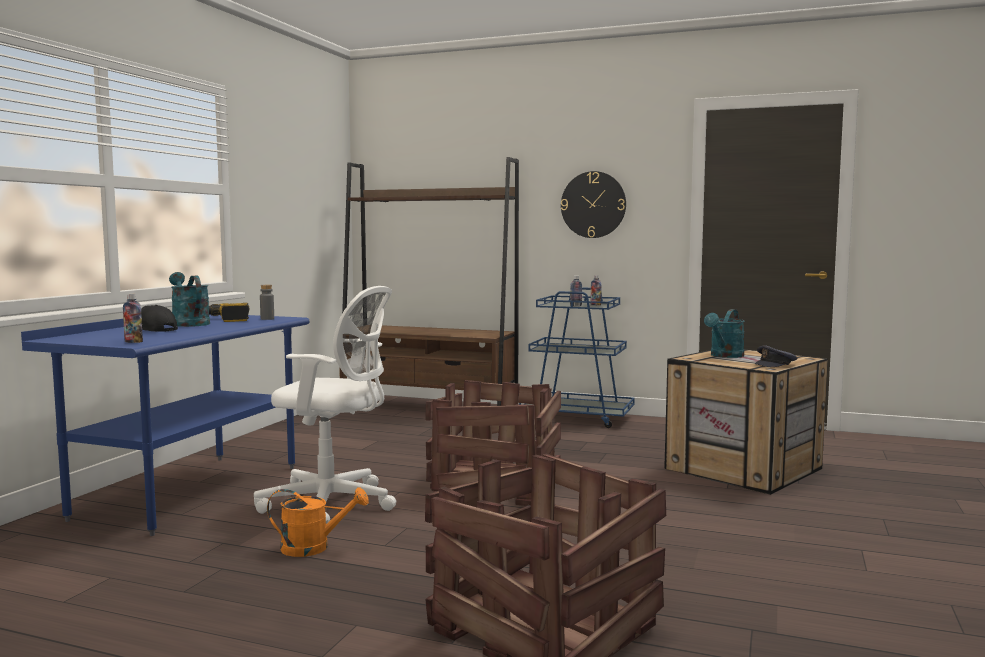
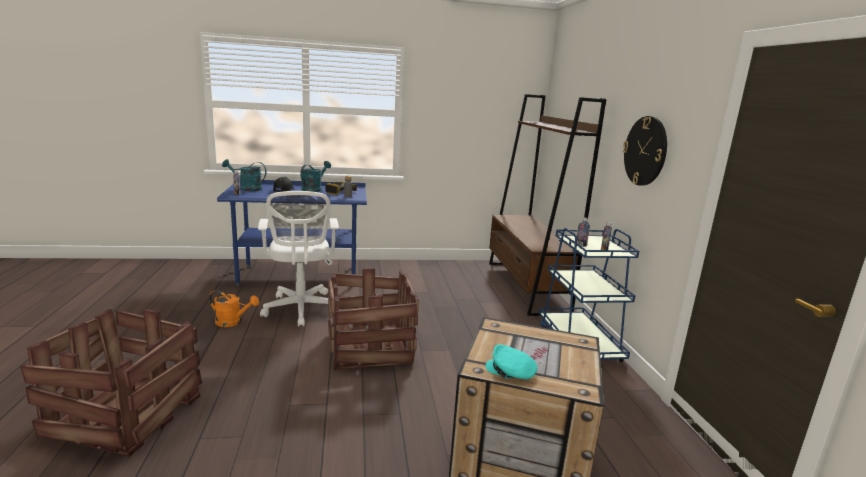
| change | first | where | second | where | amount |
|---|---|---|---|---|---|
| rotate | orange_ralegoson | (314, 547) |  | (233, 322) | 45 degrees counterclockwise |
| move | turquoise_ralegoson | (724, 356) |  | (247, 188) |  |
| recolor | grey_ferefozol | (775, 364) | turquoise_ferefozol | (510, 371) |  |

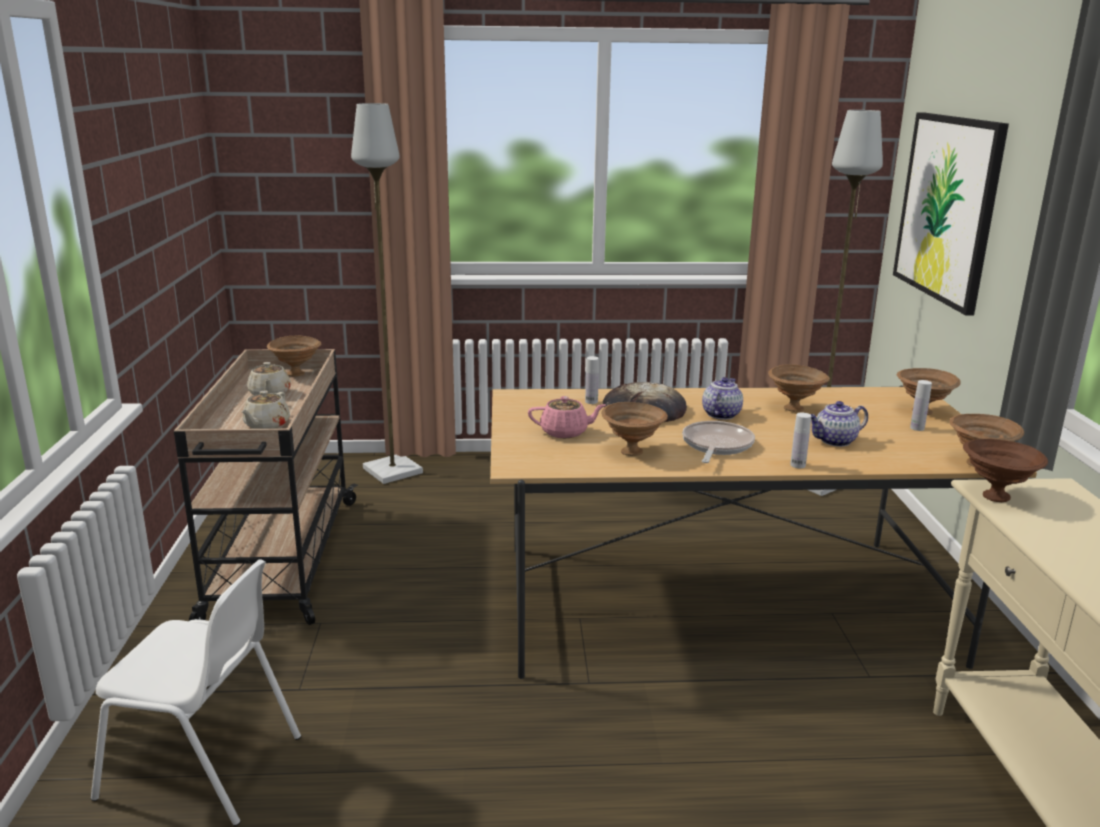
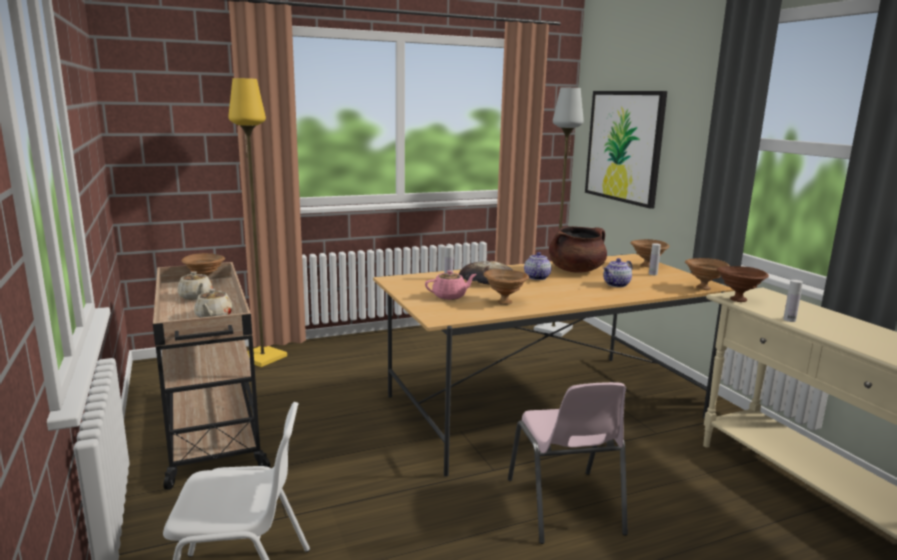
| change | first | where | second | where | amount |
|---|---|---|---|---|---|
| recolor | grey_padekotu | (391, 471) | yellow_padekotu | (261, 357) |  |
| insert |  |  | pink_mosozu | (565, 507) |  |
| replace | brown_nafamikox | (795, 409) | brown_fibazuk | (576, 270) |  |
| move | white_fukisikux | (798, 465) |  | (789, 320) |  |
| delete | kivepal | (716, 446) |  |  |  |

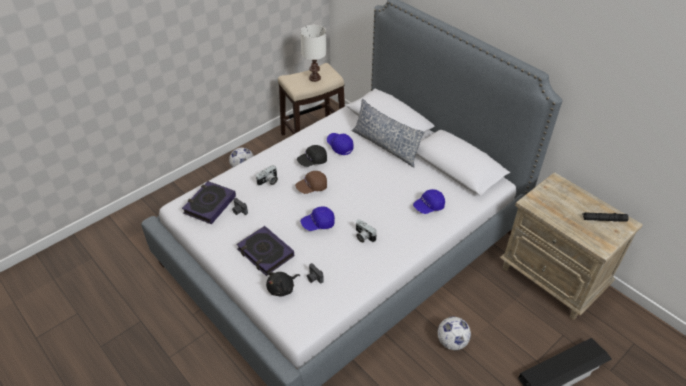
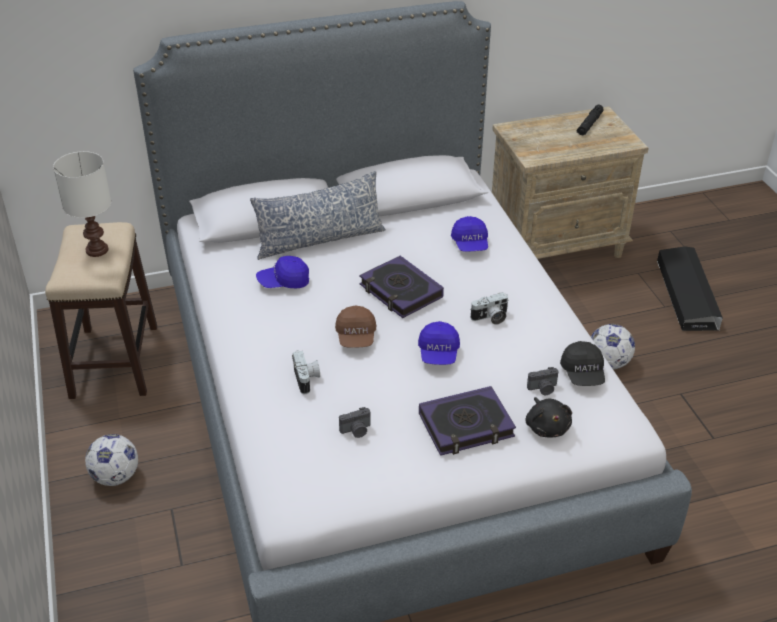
| change | first | where | second | where | amount |
|---|---|---|---|---|---|
| move | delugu | (209, 205) |  | (400, 291) |  |
| move | black_ferefozol | (312, 161) |  | (583, 373) |  |

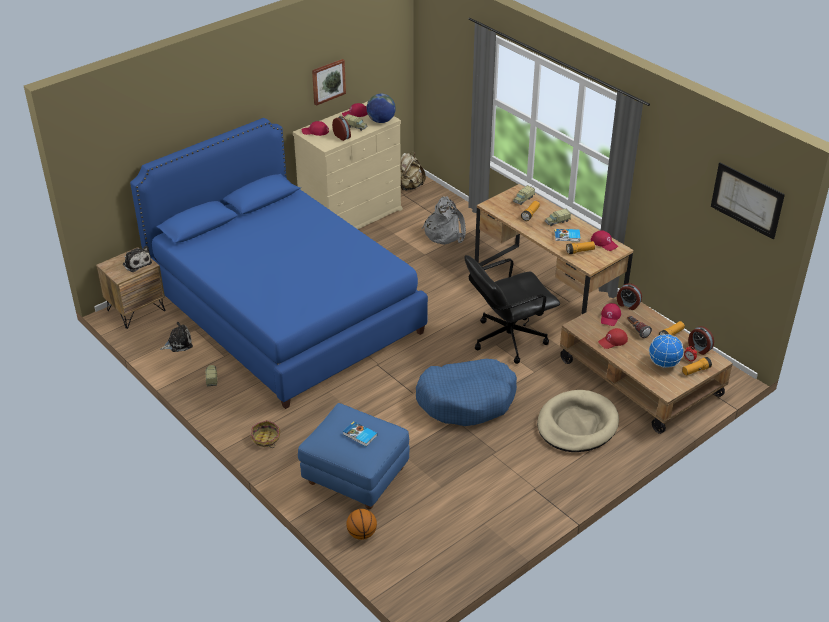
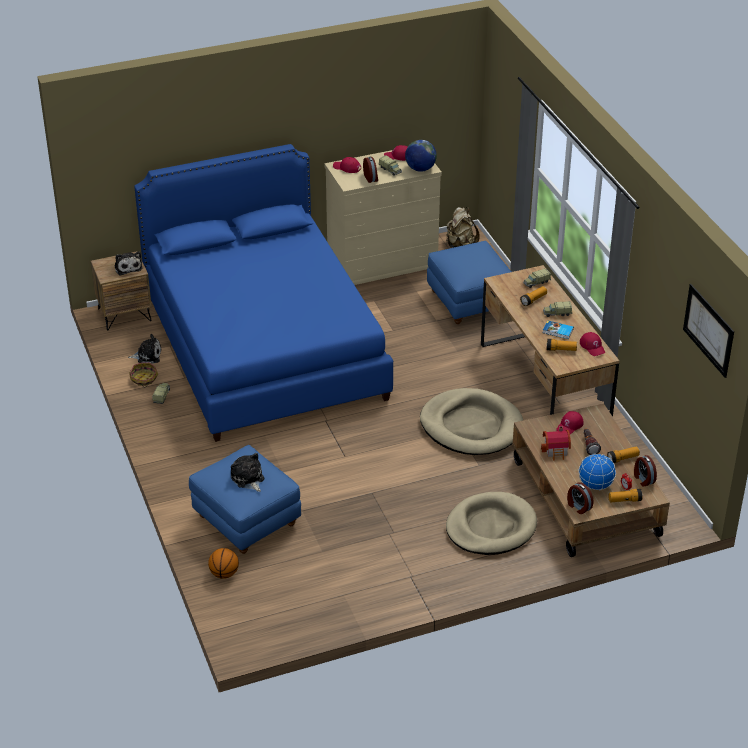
| change | first | where | second | where | amount |
|---|---|---|---|---|---|
| move | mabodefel | (265, 439) |  | (143, 379) |  |
| replace | delugu | (359, 435) | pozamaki | (248, 479) |  |
| replace | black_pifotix | (507, 339) | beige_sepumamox | (471, 426) |  |
| replace | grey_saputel | (444, 233) | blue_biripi | (470, 302) |  |
| replace | red_ferefozol | (613, 341) | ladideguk | (556, 450) |  |
| move | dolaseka | (627, 305) |  | (578, 507) |  |
| delete | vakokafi | (328, 81) |  |  |  |
| delete | blue_sepumamox | (467, 400) |  |  |  |

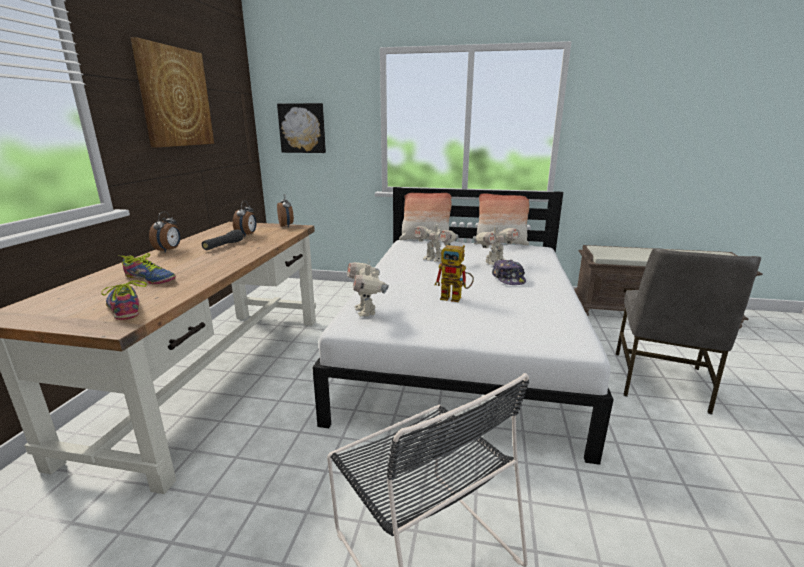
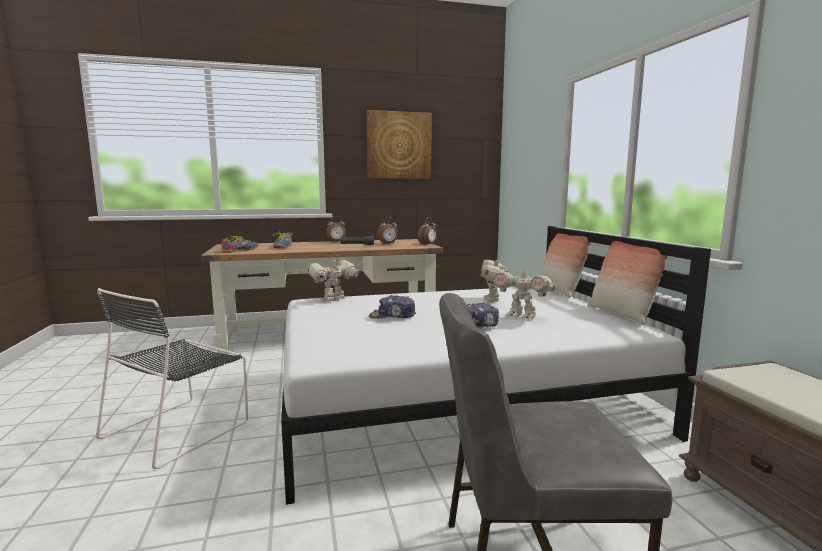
| change | first | where | second | where | amount |
|---|---|---|---|---|---|
| replace | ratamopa | (456, 298) | ferefozol | (392, 316) |  |
| delete | vakokafi | (302, 128) |  |  |  |

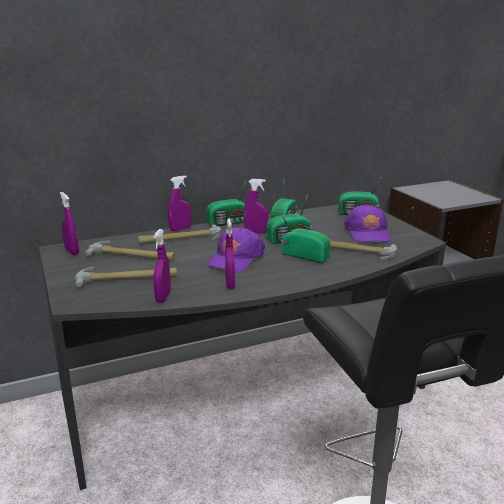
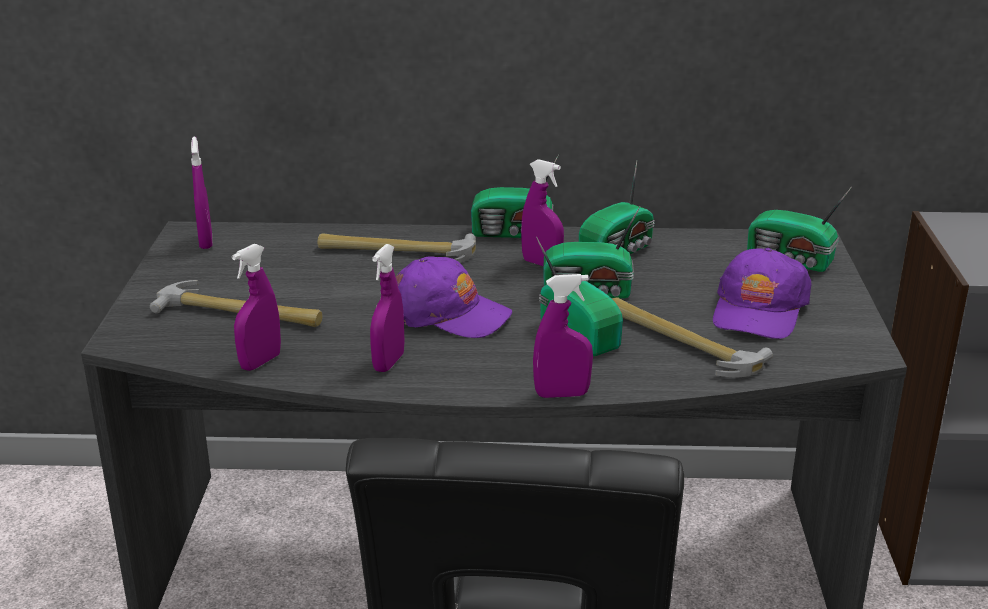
| change | first | where | second | where | amount |
|---|---|---|---|---|---|
| rotate | purple_ferefozol | (235, 259) |  | (448, 313) | 120 degrees counterclockwise |
| move | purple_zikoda | (180, 229) |  | (561, 394) |  |
| delete | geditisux | (131, 256) |  |  |  |

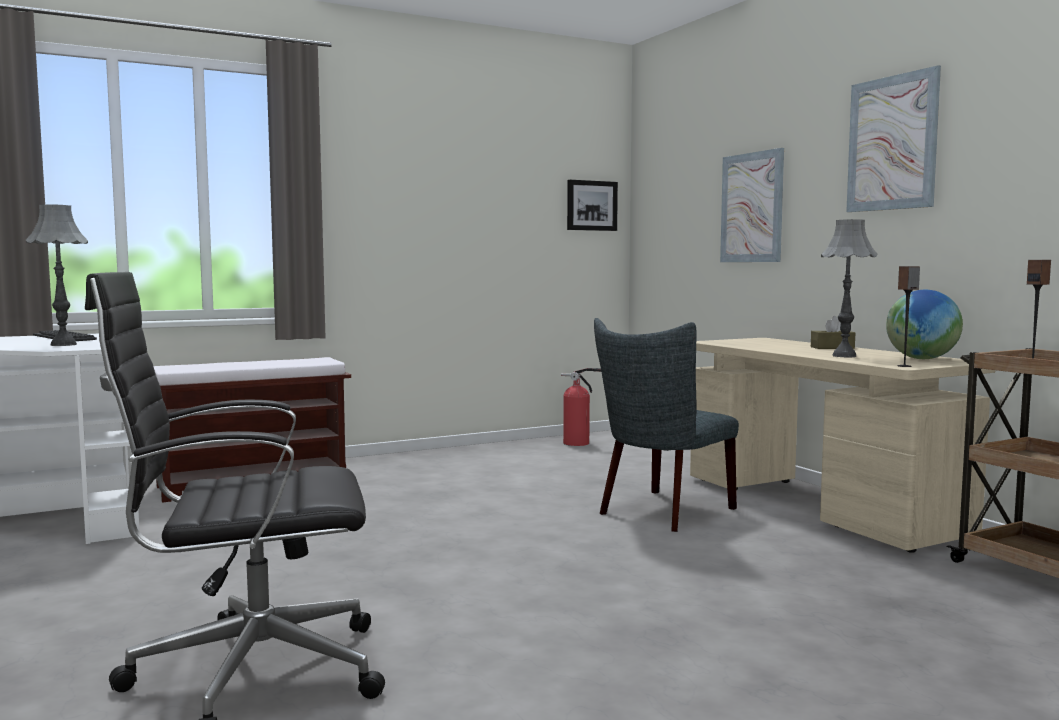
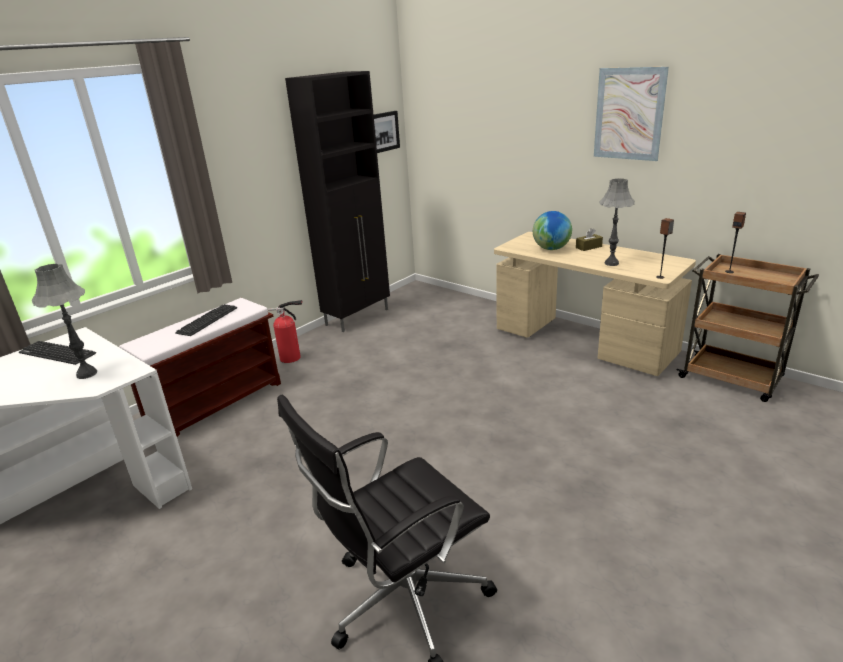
| change | first | where | second | where | amount |
|---|---|---|---|---|---|
| insert |  |  | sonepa | (207, 320) |  |
| move | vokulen | (579, 443) |  | (292, 358) |  |
| insert |  |  | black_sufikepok | (358, 317) |  |
| move | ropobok | (922, 359) |  | (551, 249) |  |
| delete | grey_mosozu | (661, 512) |  |  |  |
| delete | vakokafi | (751, 207) |  |  |  |

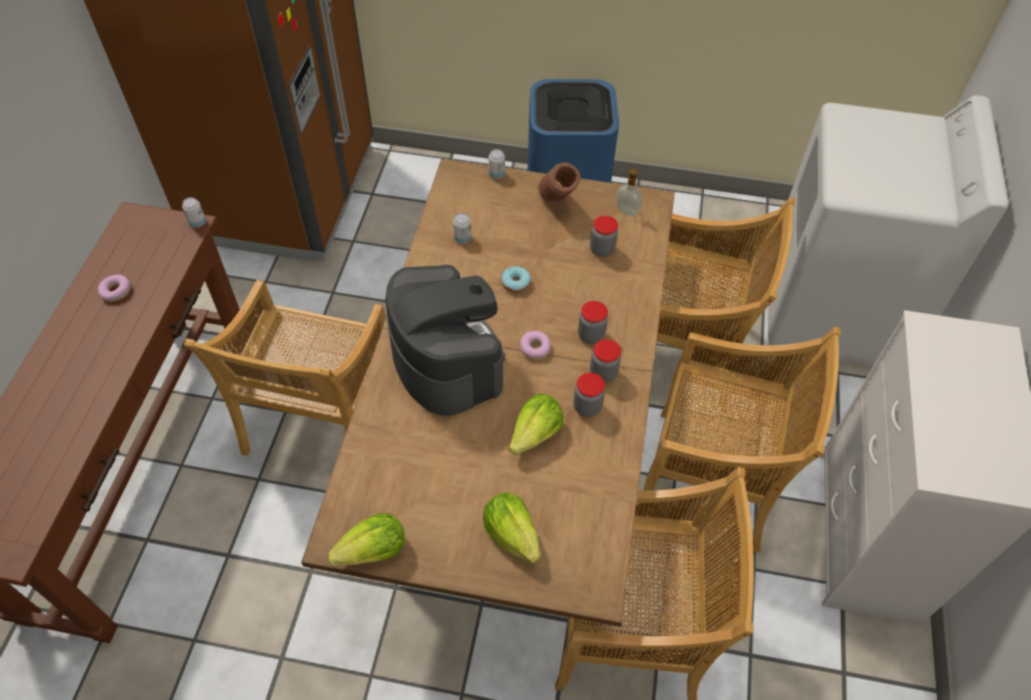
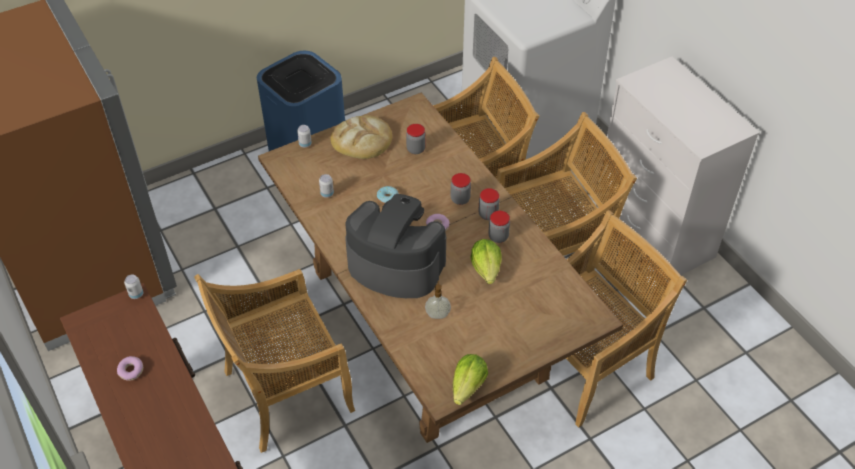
| change | first | where | second | where | amount |
|---|---|---|---|---|---|
| rotate | beige_mosozu | (320, 421) |  | (286, 393) | 90 degrees clockwise |
| replace | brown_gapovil | (557, 205) | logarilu | (362, 140) |  |
| move | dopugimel | (627, 210) |  | (437, 314) |  |
| delete | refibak | (512, 534) |  |  |  |

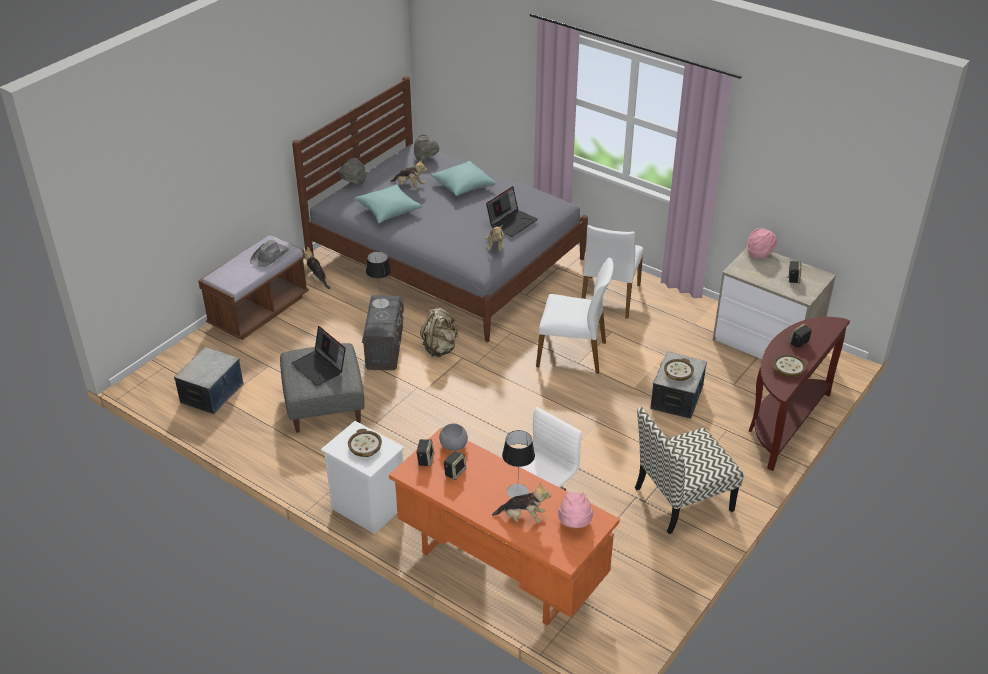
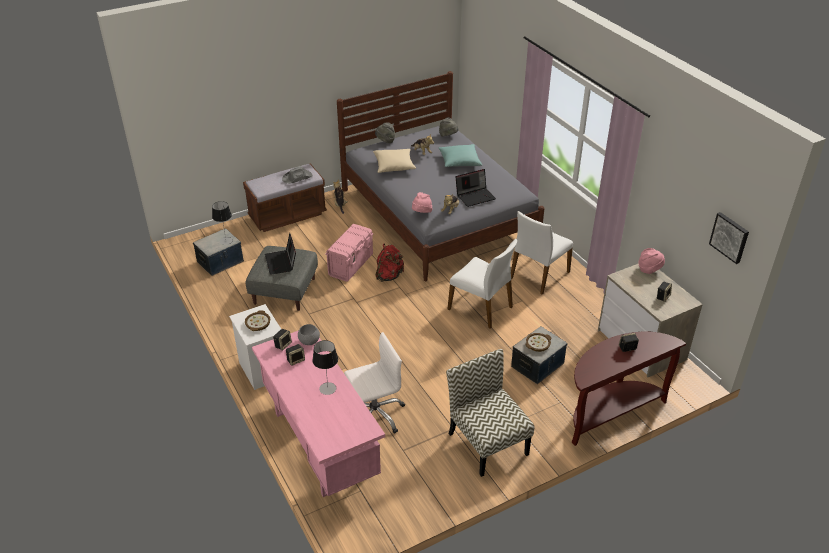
| change | first | where | second | where | amount |
|---|---|---|---|---|---|
| move | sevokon | (381, 303) |  | (226, 241) |  |
| recolor | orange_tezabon | (500, 568) | pink_tezabon | (319, 444) |  |
| recolor | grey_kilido | (385, 348) | pink_kilido | (351, 265) |  |
| recolor | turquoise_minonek | (388, 210) | beige_minonek | (394, 166) |  |
| recolor | beige_saputel | (440, 348) | red_saputel | (389, 276) |  |
| move | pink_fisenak | (575, 523) |  | (421, 213) |  |
| rotate | mosozu | (682, 500) |  | (487, 443) | 60 degrees clockwise |
| insert |  |  | vakokafi | (730, 237) |  |
| delete | pozamaki | (522, 517) |  |  |  |
| delete | nafamikox | (789, 369) |  |  |  |

